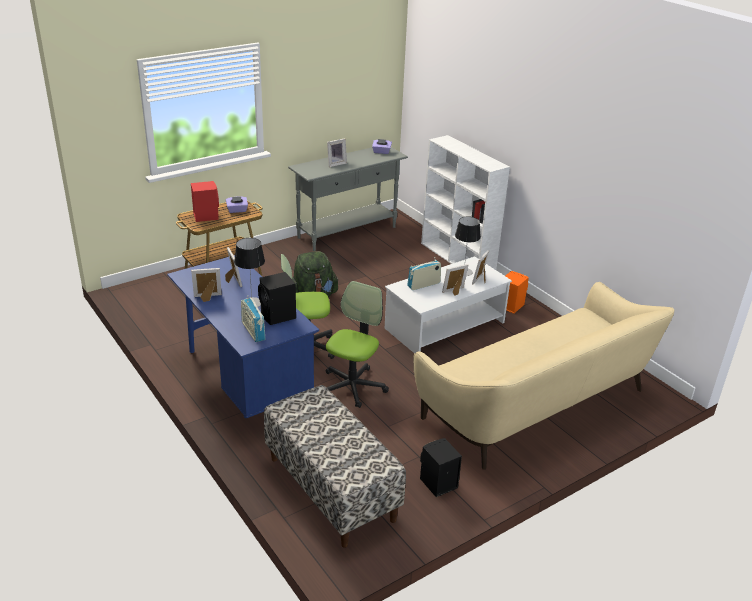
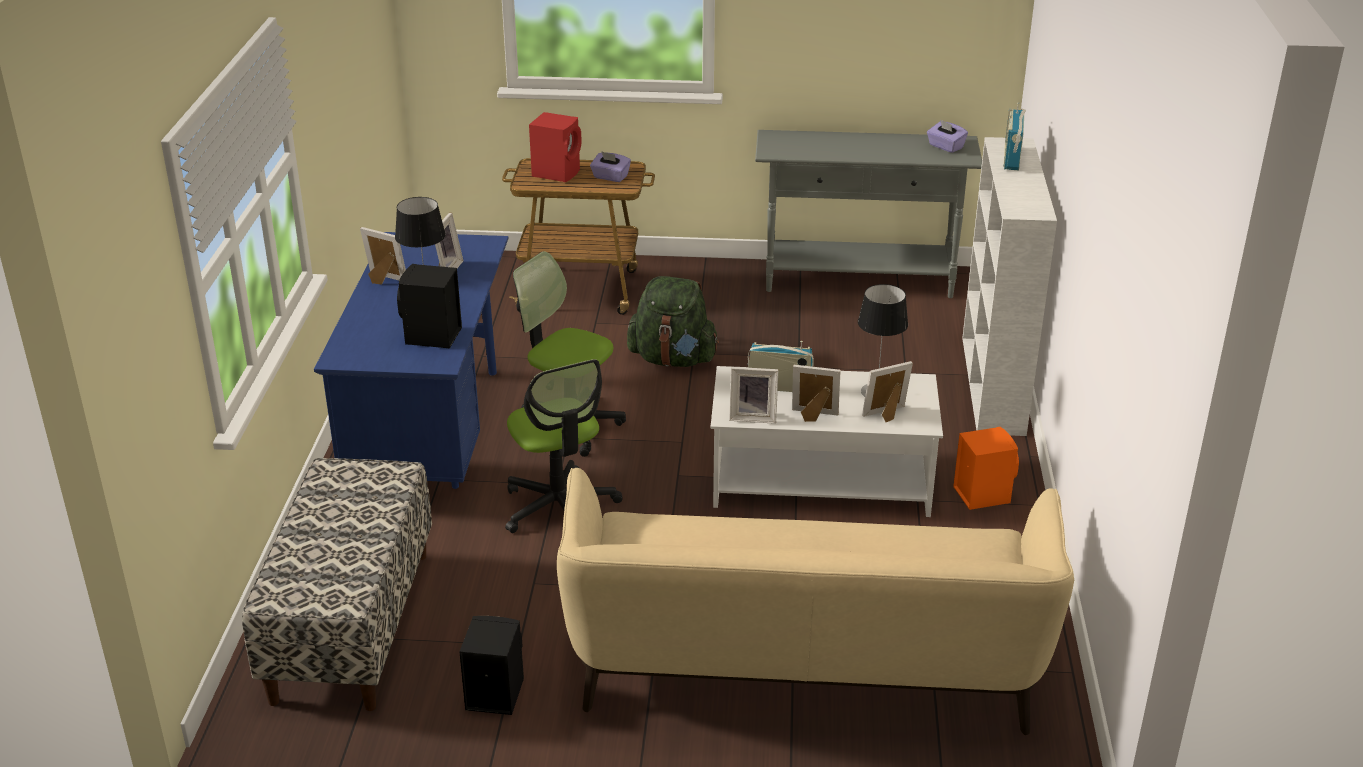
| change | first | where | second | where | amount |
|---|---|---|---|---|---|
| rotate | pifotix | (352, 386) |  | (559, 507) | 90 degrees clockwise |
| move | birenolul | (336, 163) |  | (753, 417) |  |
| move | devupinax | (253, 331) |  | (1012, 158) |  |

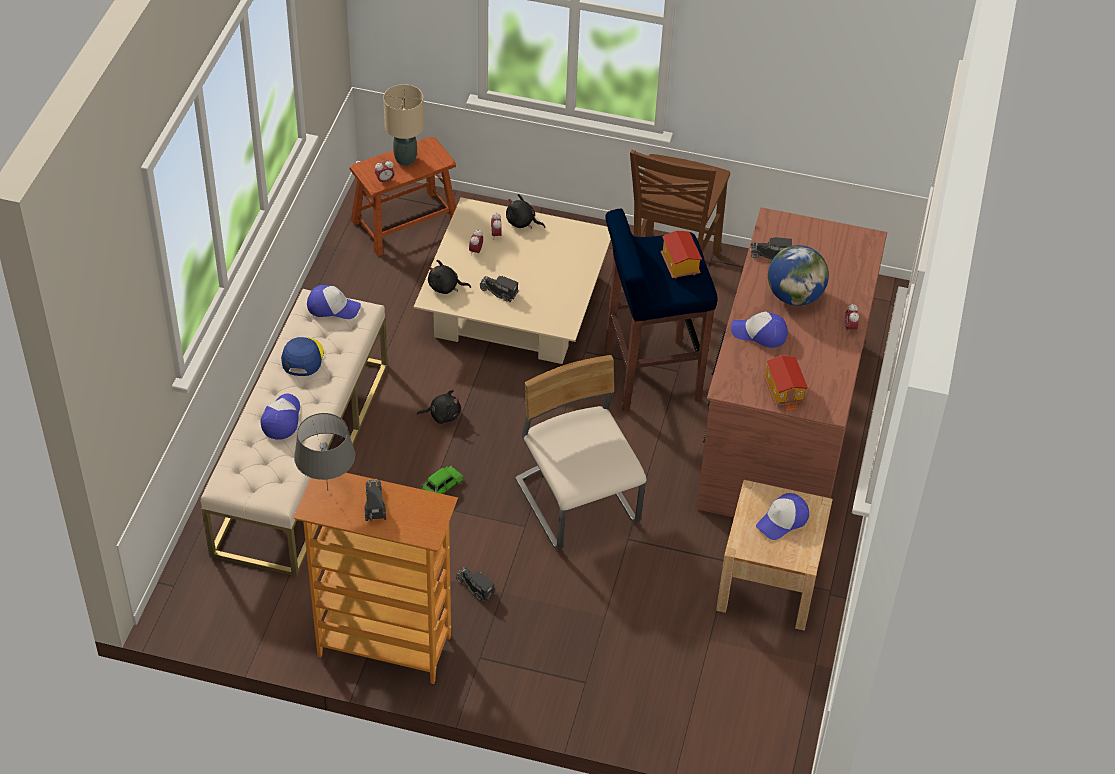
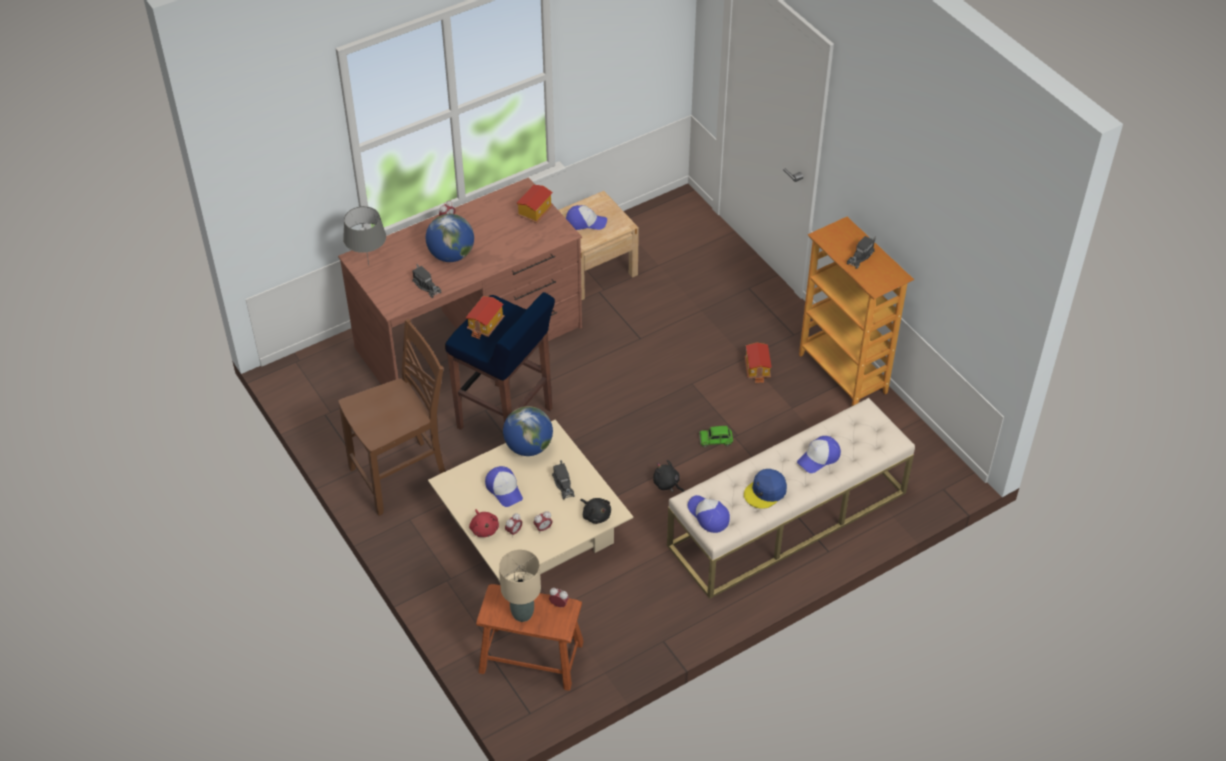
| change | first | where | second | where | amount |
|---|---|---|---|---|---|
| move | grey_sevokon | (328, 491) |  | (369, 265) |  |
| recolor | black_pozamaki | (522, 222) | red_pozamaki | (484, 528) |  |
| move | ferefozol | (759, 333) |  | (504, 489) |  |
| insert |  |  | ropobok | (528, 447) |  |
| replace | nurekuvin | (476, 588) | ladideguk | (757, 369) |  |
| delete | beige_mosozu | (578, 502) |  |  |  |

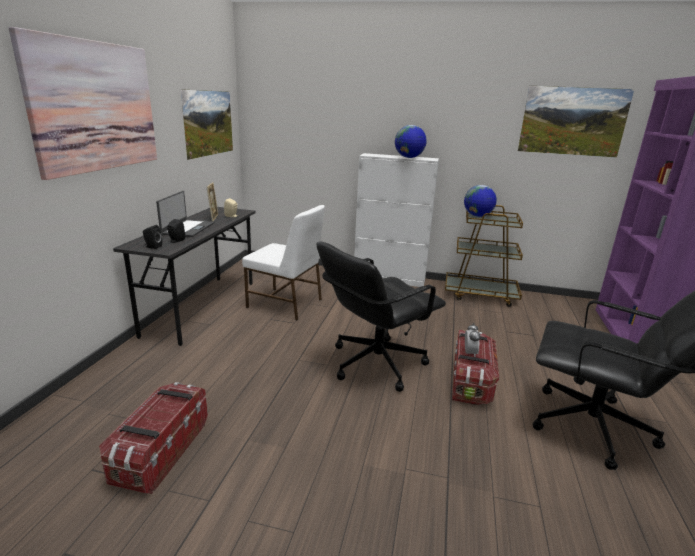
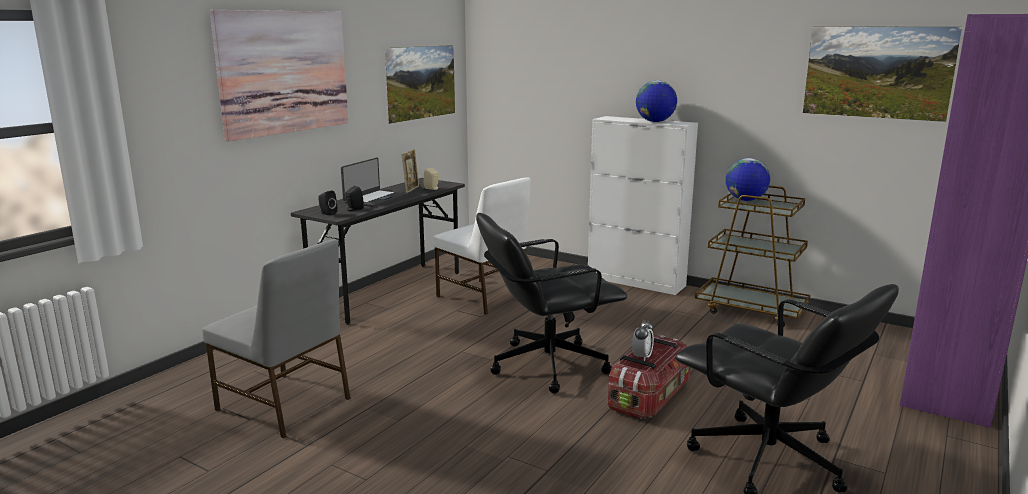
| change | first | where | second | where | amount |
|---|---|---|---|---|---|
| replace | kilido | (160, 452) | grey_mosozu | (284, 405) |  |

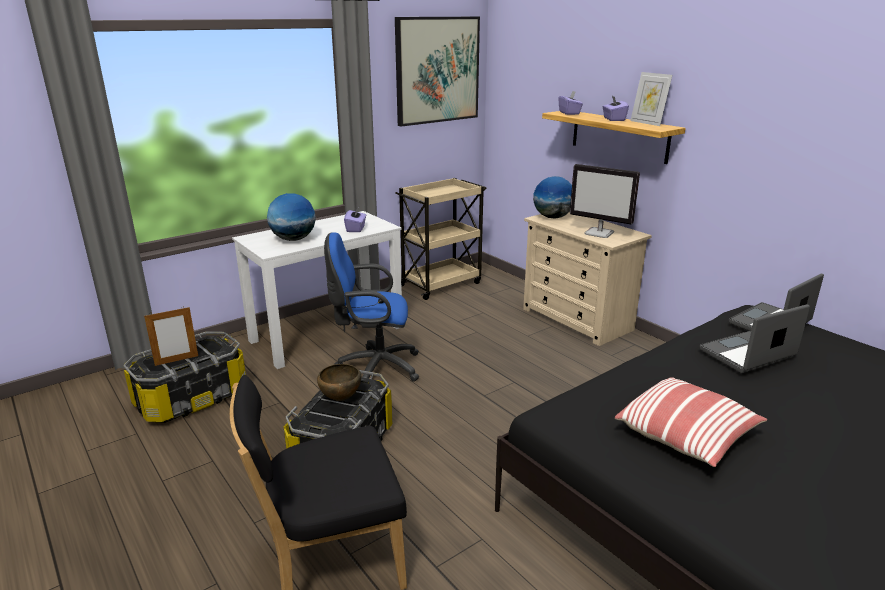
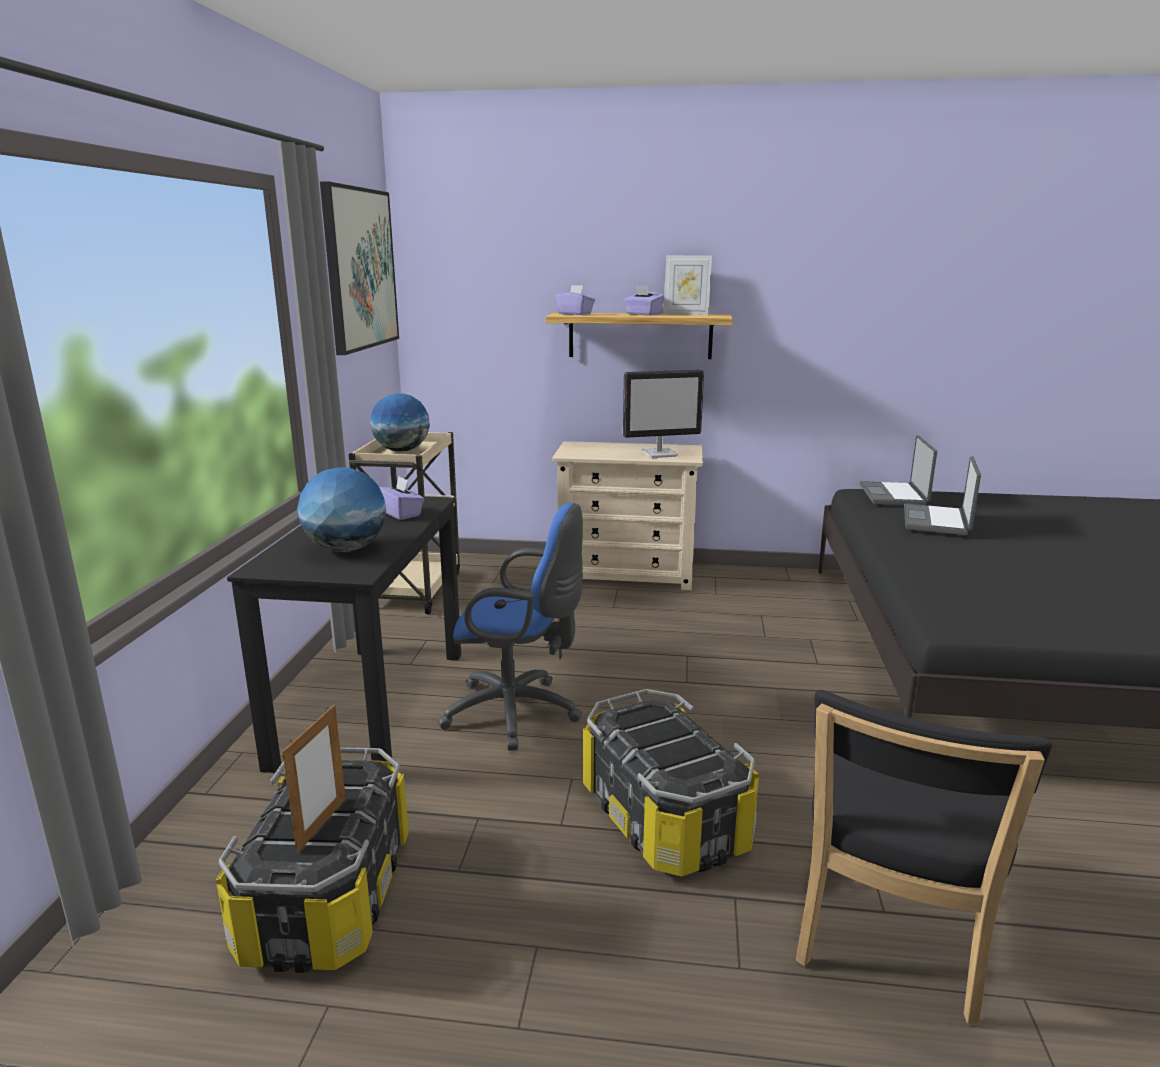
| change | first | where | second | where | amount |
|---|---|---|---|---|---|
| recolor | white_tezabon | (327, 333) | black_tezabon | (373, 705) |  |
| move | ropobok | (552, 217) |  | (402, 450) |  |
| rotate | blue_pifotix | (374, 367) |  | (518, 713) | 120 degrees counterclockwise |
| delete | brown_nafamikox | (340, 399) |  |  |  |
| delete | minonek | (687, 435) |  |  |  |

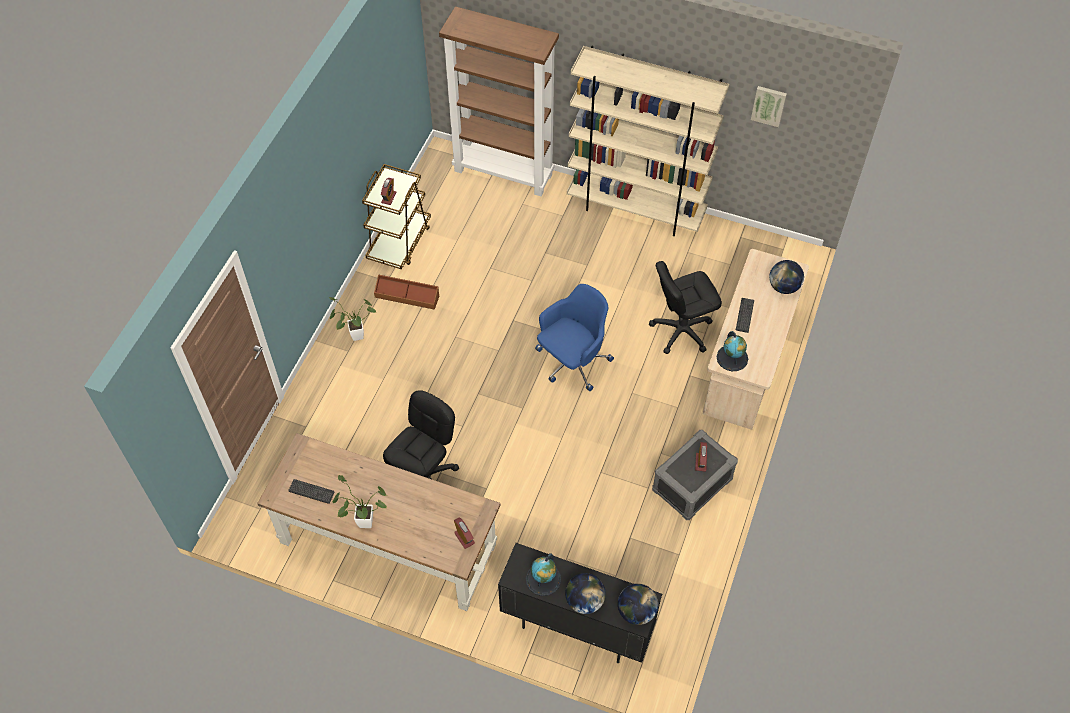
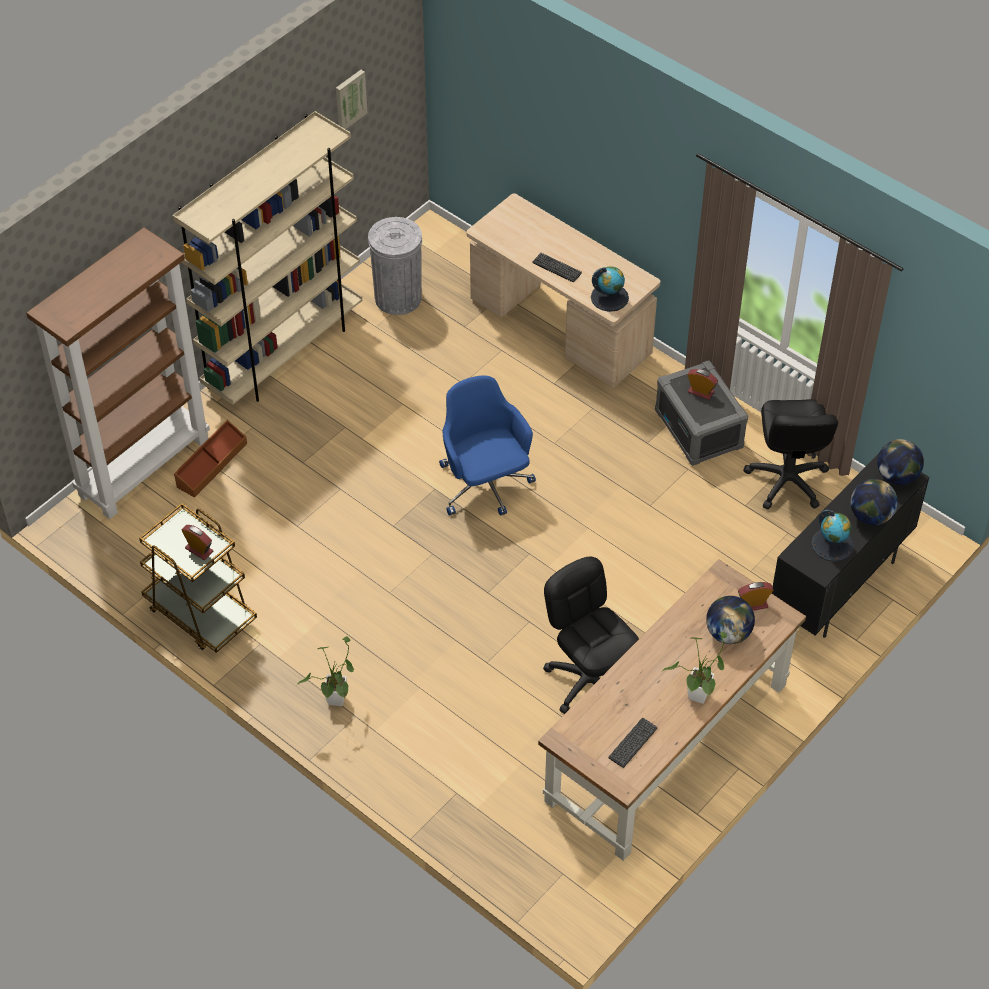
| change | first | where | second | where | amount |
|---|---|---|---|---|---|
| move | brown_kilido | (407, 296) |  | (211, 464) |  |
| insert |  |  | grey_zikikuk | (398, 298) |  |
| move | ropobok | (783, 287) |  | (728, 633) |  |
| move | black_pifotix | (681, 330) |  | (786, 480) |  |

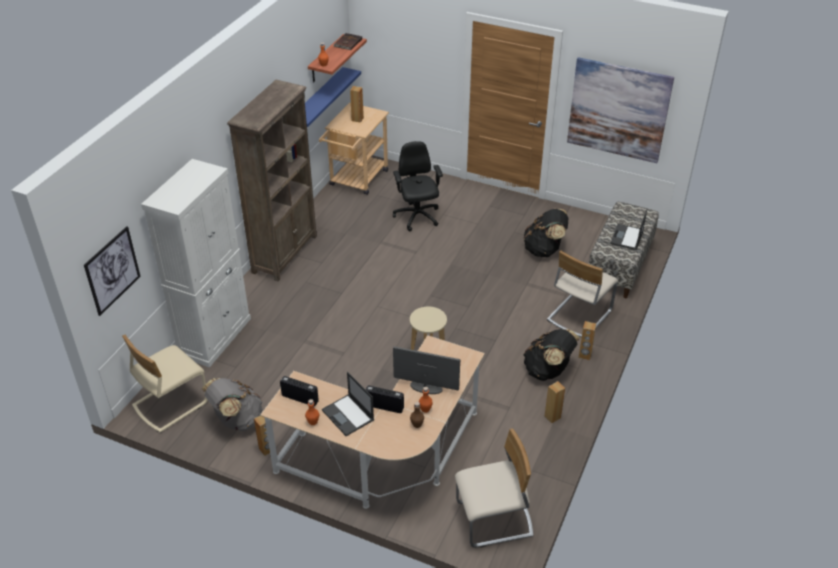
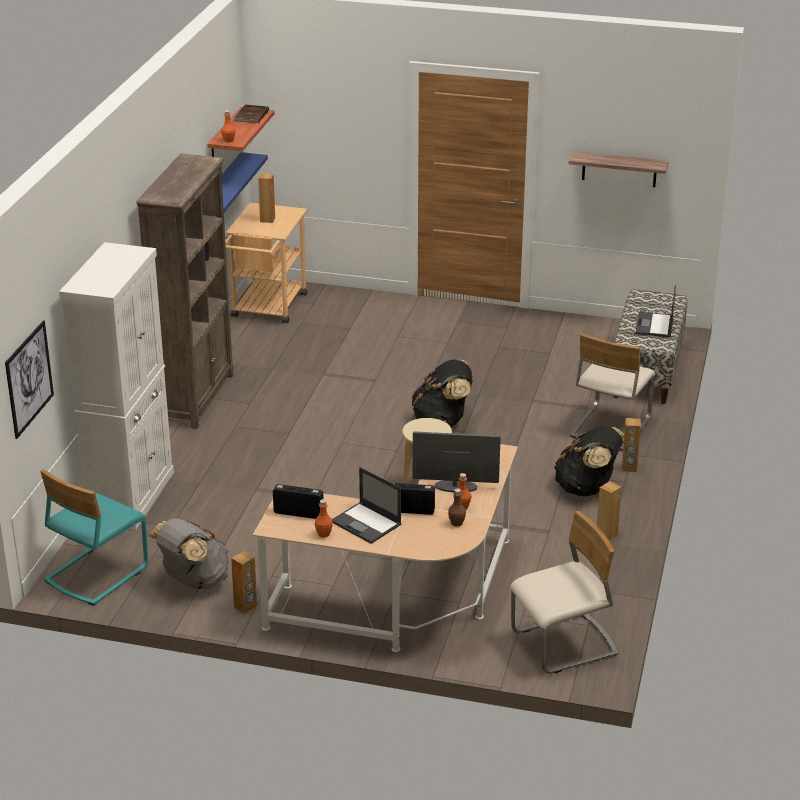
| change | first | where | second | where | amount |
|---|---|---|---|---|---|
| recolor | beige_mosozu | (170, 404) | turquoise_mosozu | (96, 574) |  |
| move | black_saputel | (544, 250) |  | (442, 422) |  |
| replace | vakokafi | (618, 110) | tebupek | (619, 169) |  |
| delete | black_pifotix | (417, 217) |  |  |  |

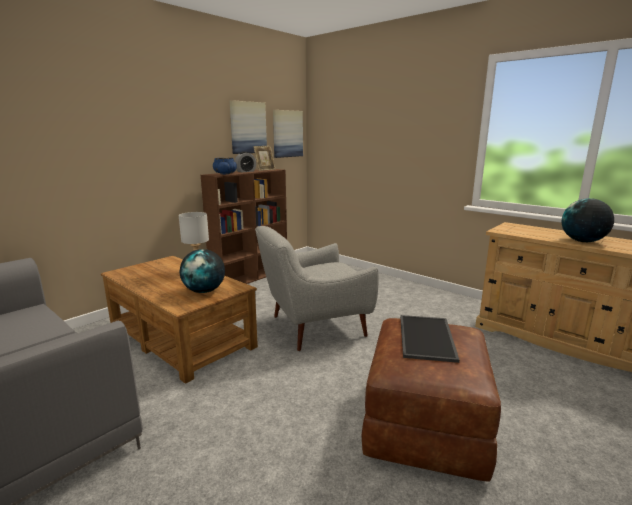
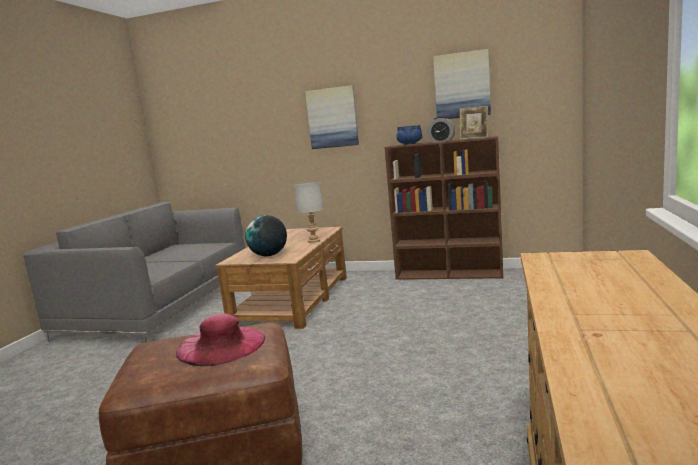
| change | first | where | second | where | amount |
|---|---|---|---|---|---|
| replace | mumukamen | (428, 338) | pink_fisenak | (221, 345) |  |
| move | vakokafi | (287, 134) |  | (332, 118) |  |
| delete | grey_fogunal | (313, 327) |  |  |  |
| delete | ropobok | (583, 241) |  |  |  |

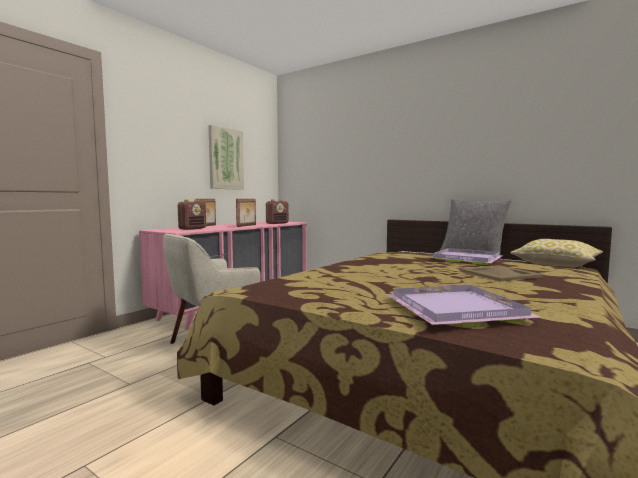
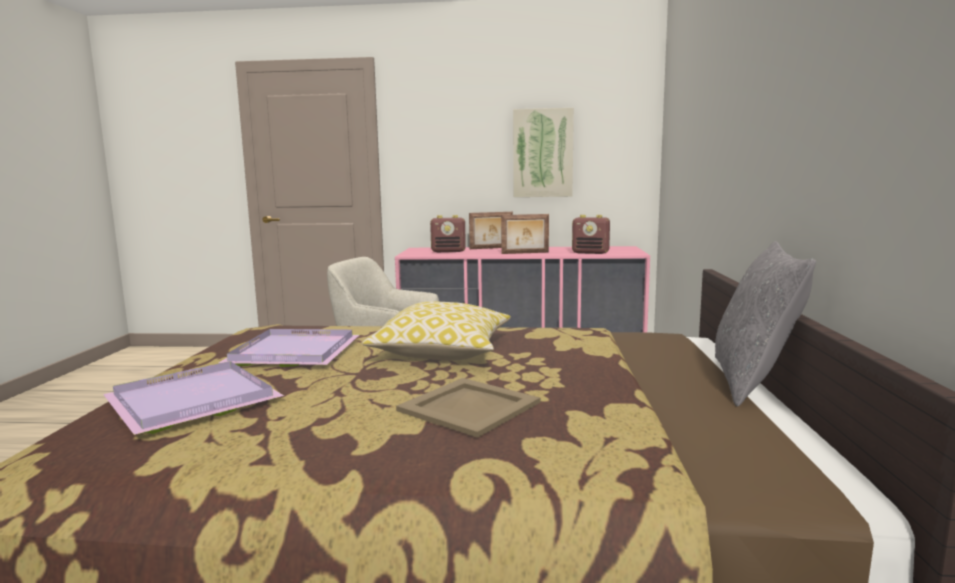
| change | first | where | second | where | amount |
|---|---|---|---|---|---|
| move | purple_mumukamen | (465, 259) |  | (297, 352) |  |
| move | minonek | (556, 265) |  | (442, 351) |  |

